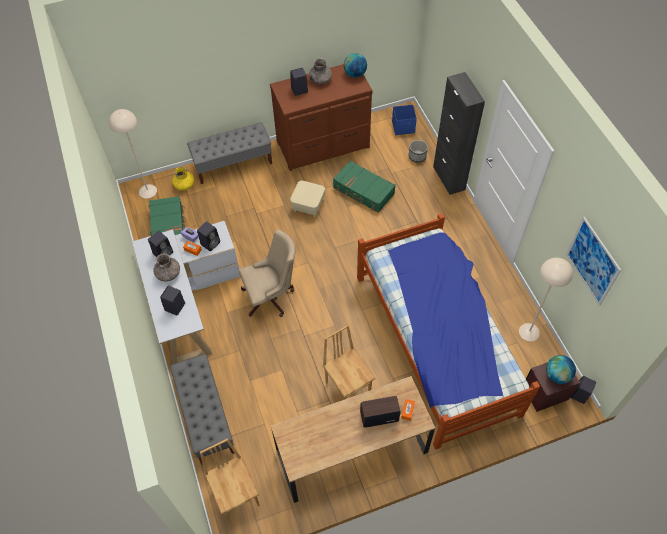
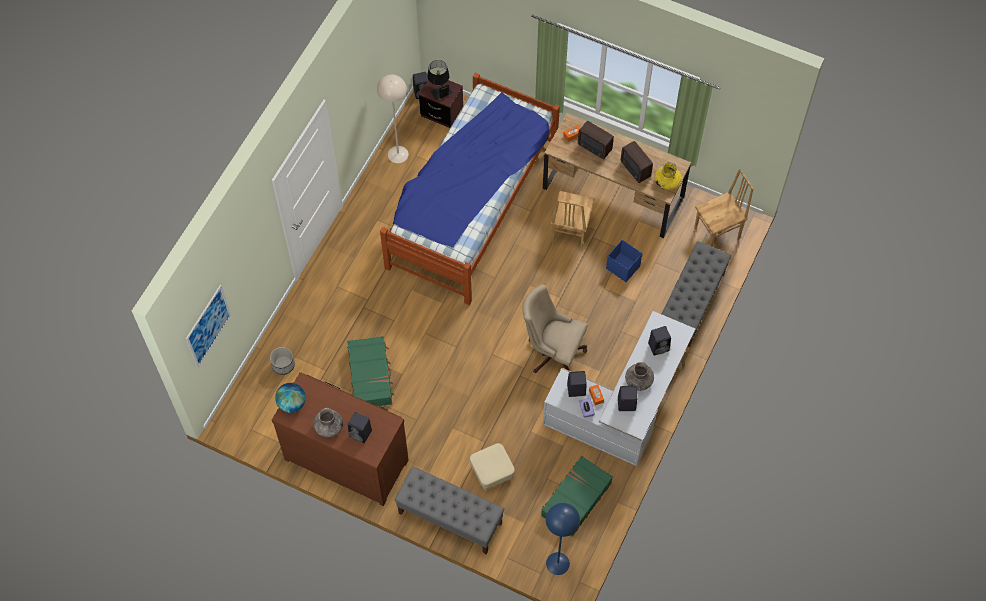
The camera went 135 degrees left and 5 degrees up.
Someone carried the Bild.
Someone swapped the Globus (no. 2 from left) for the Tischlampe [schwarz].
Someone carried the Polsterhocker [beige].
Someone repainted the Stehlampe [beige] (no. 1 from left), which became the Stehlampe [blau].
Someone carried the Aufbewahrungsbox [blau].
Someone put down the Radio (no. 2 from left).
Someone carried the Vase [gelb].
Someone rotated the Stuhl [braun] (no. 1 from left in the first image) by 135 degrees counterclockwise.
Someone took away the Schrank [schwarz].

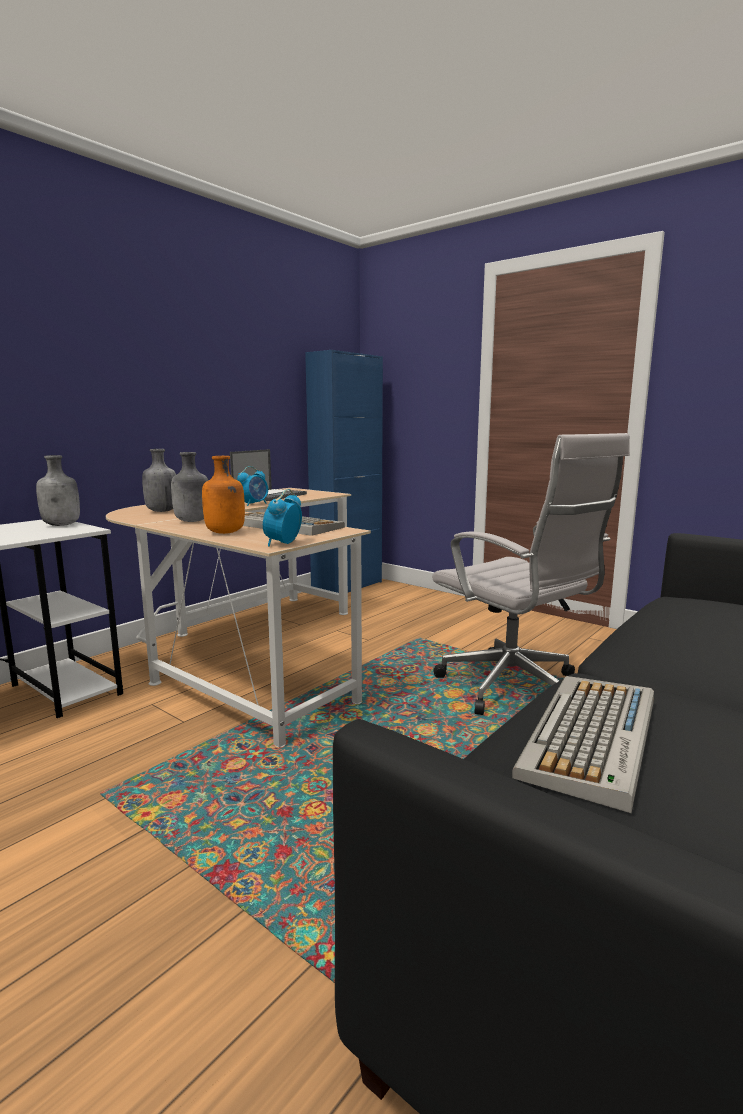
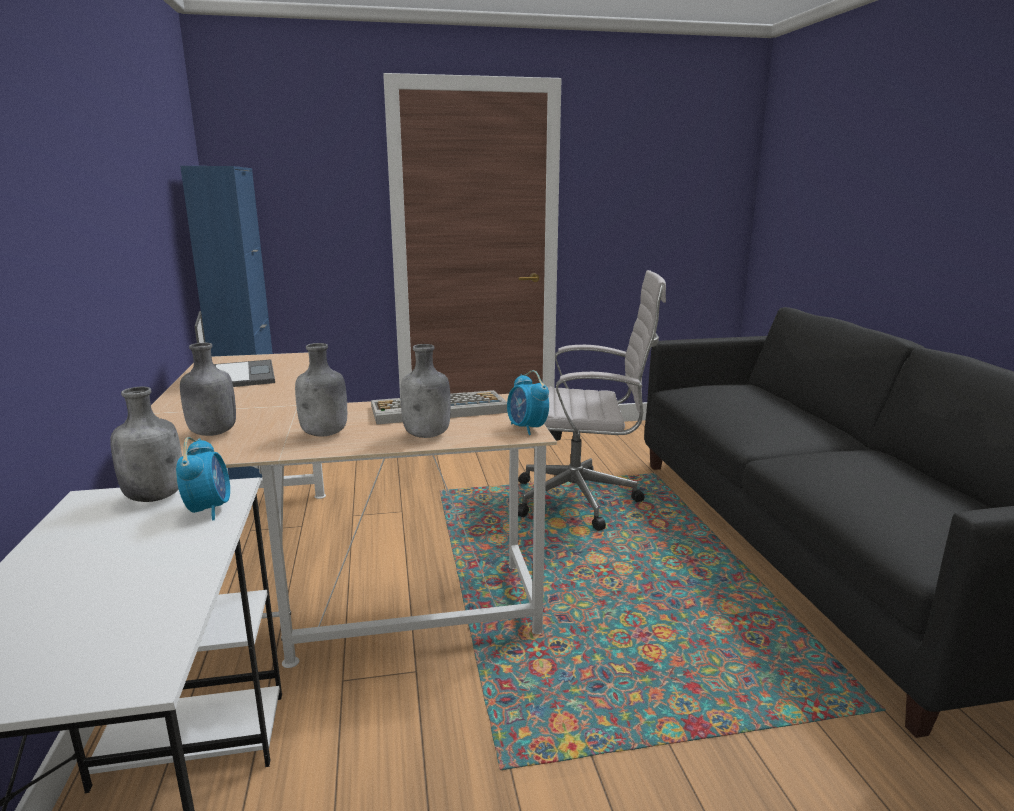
The camera went 50 degrees left and 5 degrees up.
Someone carried the Wecker (no. 1 from left).
Someone repainted the Flasche [orange], which became the Flasche [grau] (no. 4 from left).
Someone took away the Tastatur (no. 2 from left).

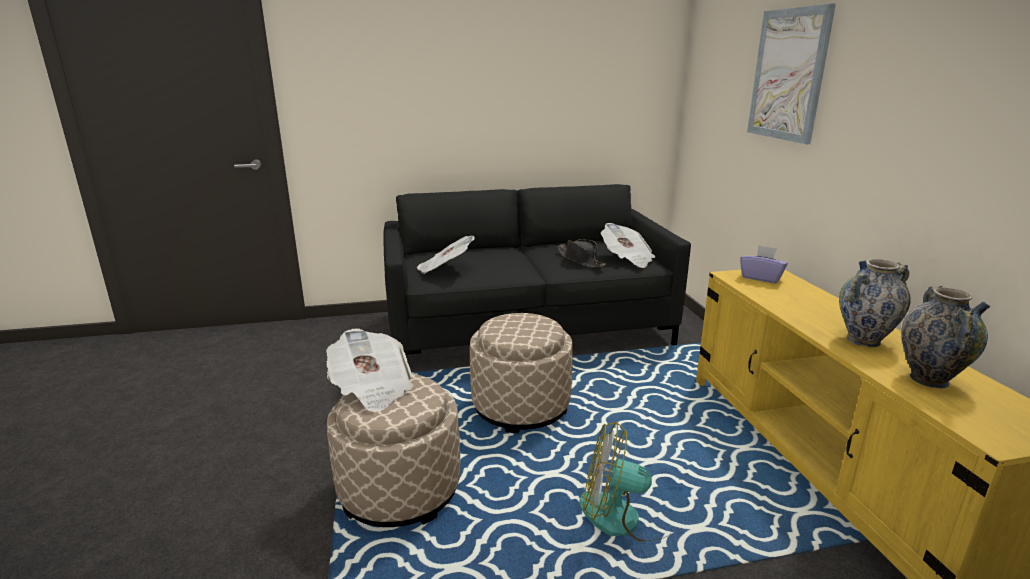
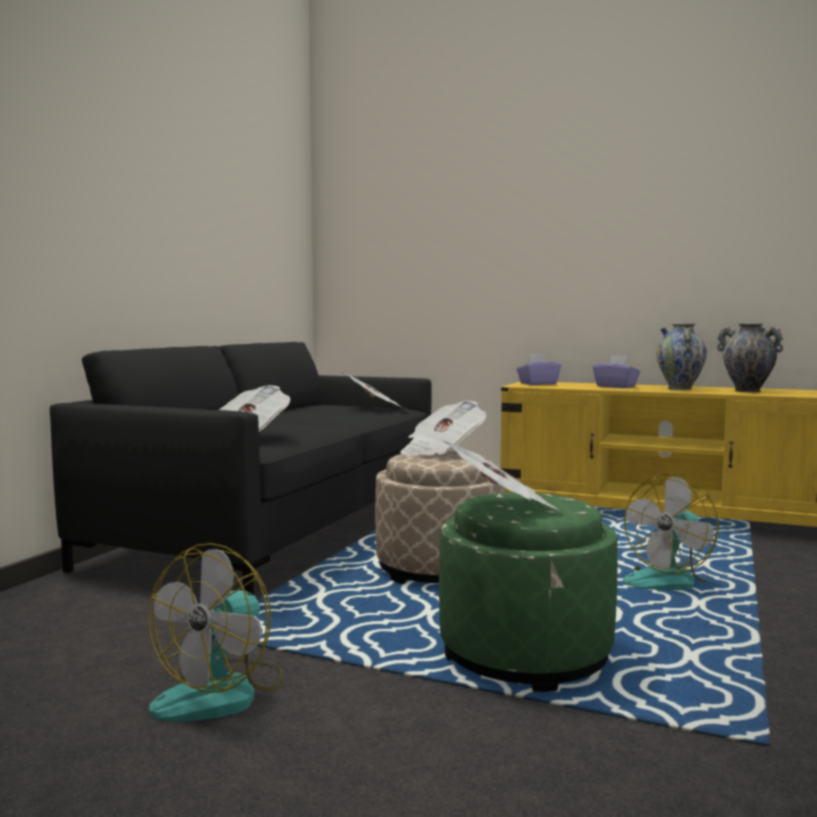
The camera went 55 degrees left and 15 degrees down.
Someone put down the Ventilator (no. 1 from left).
Someone put down the Zeitung (no. 3 from left).
Someone repainted the Polsterhocker [beige] (no. 1 from left), which became the Polsterhocker [grün].
Someone put down the Taschentuchbox [lila] (no. 2 from left).
Someone took away the Hut [schwarz].
Someone took away the Bild.

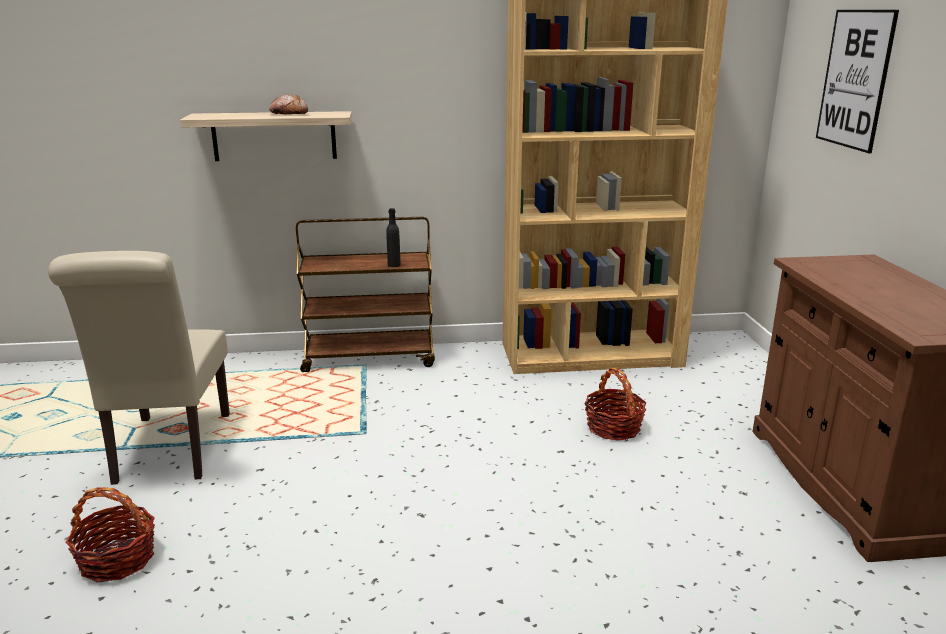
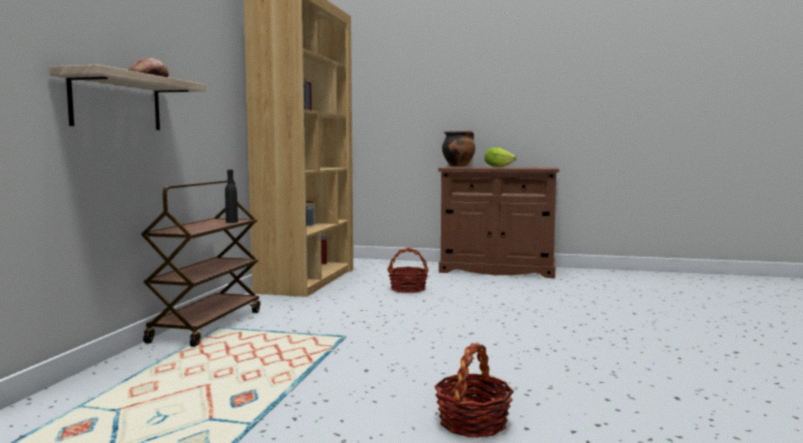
The camera went 70 degrees left and 15 degrees down.
Someone put down the Kochtopf.
Someone put down the Salatkopf.
Someone took away the Stuhl [beige].
Someone took away the Bild.

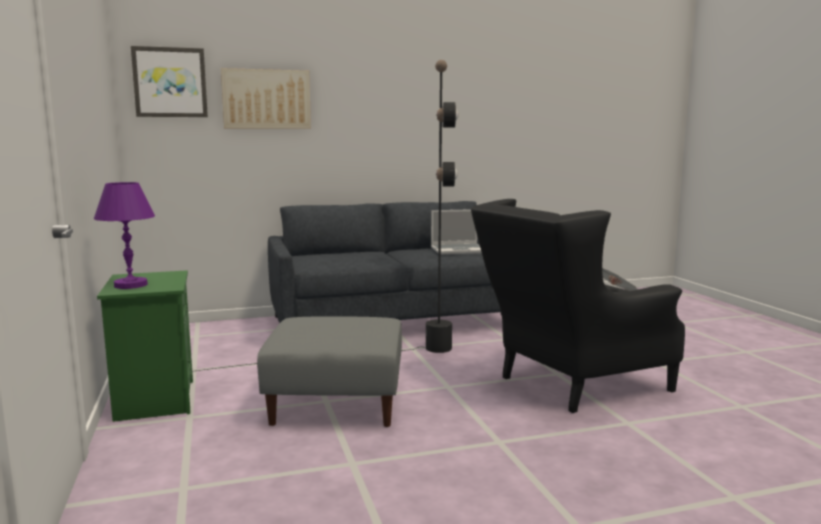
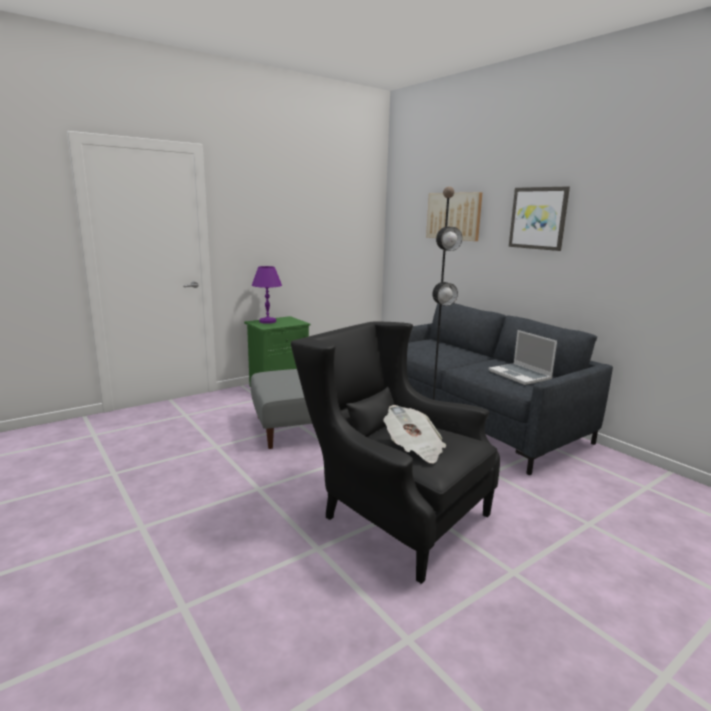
The camera went 70 degrees right and 5 degrees up.
Someone carried the Bild (no. 1 from left in the first image).

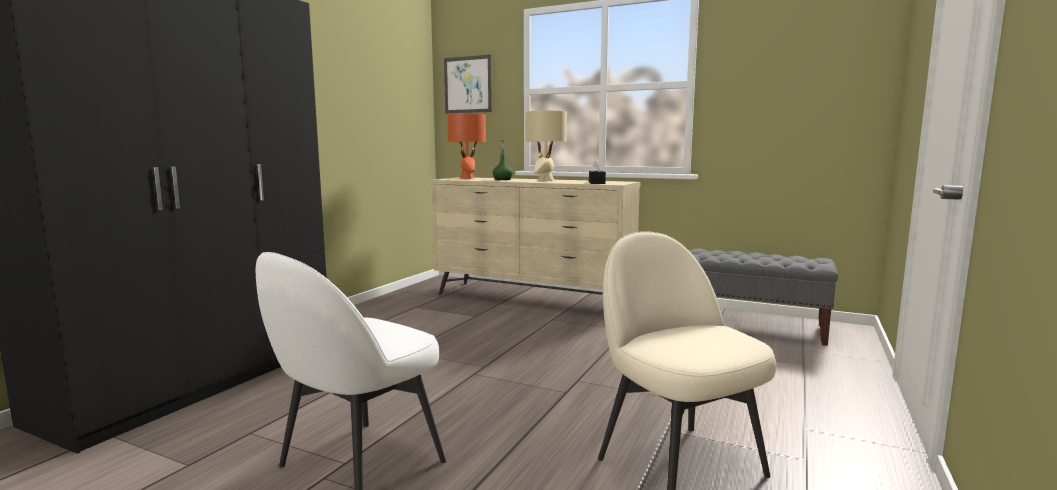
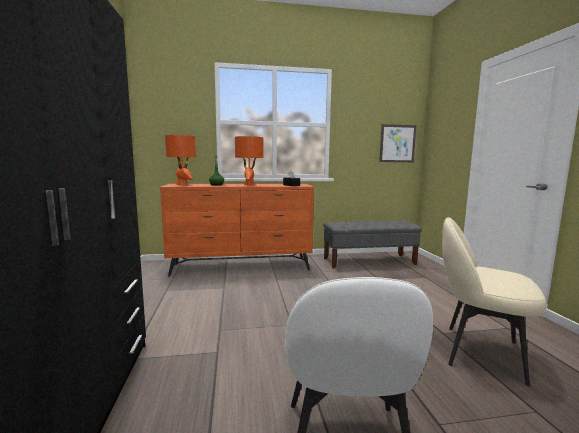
The camera went 35 degrees left and 0 degrees up.
Someone repainted the Kommode [beige], which became the Kommode [orange].
Someone repainted the Tischlampe [beige], which became the Tischlampe [orange] (no. 2 from left).
Someone carried the Bild.

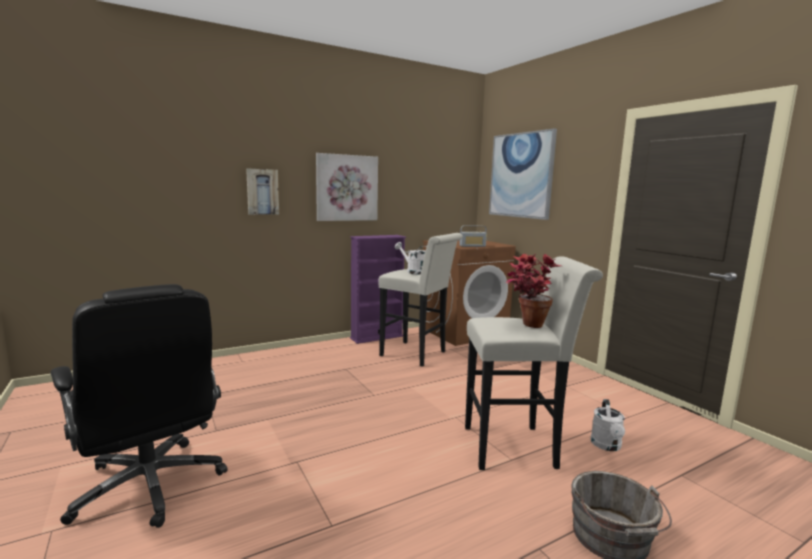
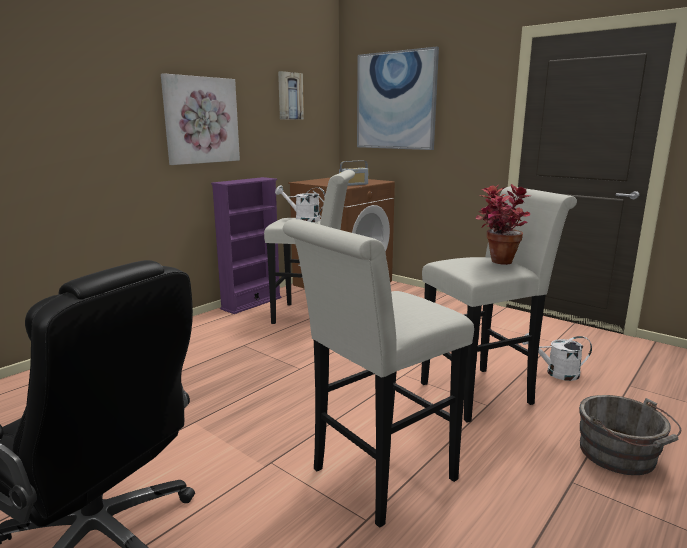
The camera went 20 degrees left and 5 degrees up.
Someone carried the Bild (no. 1 from left in the first image).
Someone put down the Hocker [weiß] (no. 2 from left).
Someone rotated the Gießkanne [weiß] (no. 2 from left) by 105 degrees clockwise.

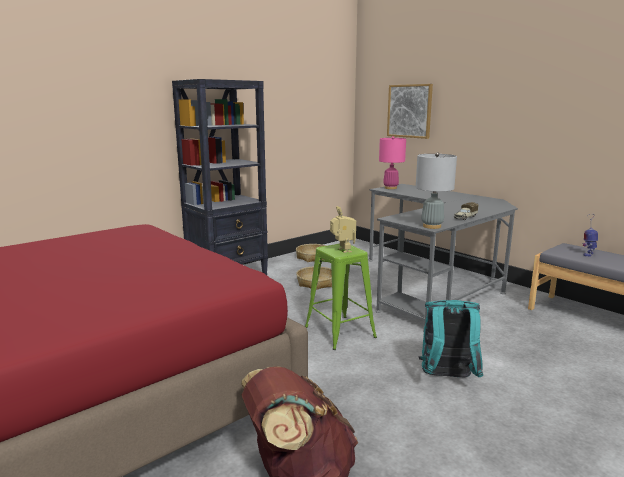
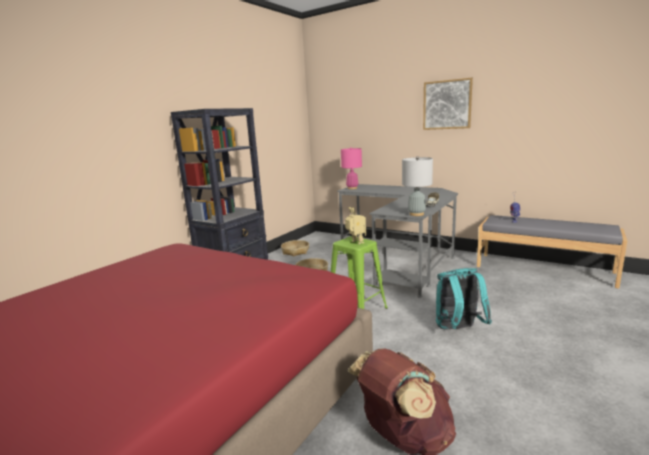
The camera went 15 degrees left and 0 degrees up.
Someone carried the Bild.

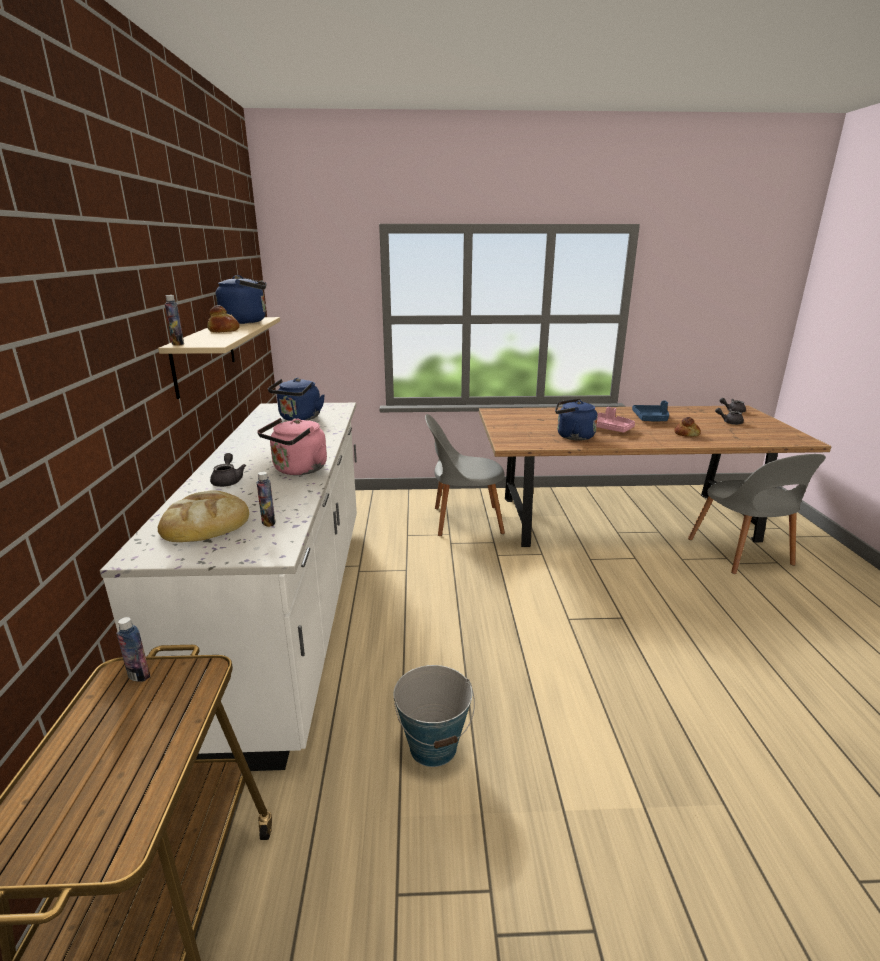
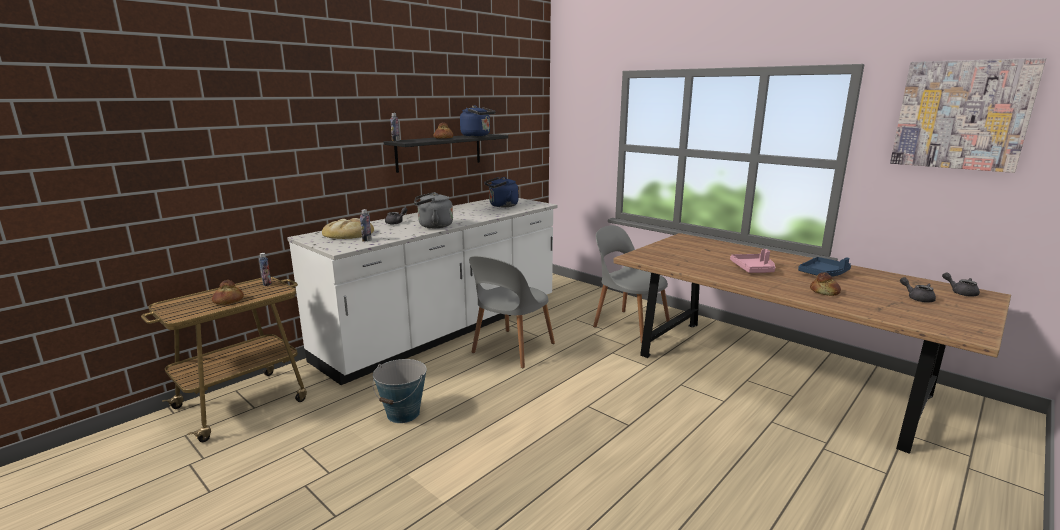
The camera went 45 degrees right and 5 degrees down.
Someone put down the Brot (no. 1 from left).
Someone repainted the Wandregal [beige], which became the Wandregal [schwarz].
Someone repainted the Wasserkessel [rosa], which became the Wasserkessel [grau].
Someone carried the Stuhl [grau] (no. 2 from left in the first image).
Someone put up the Bild.
Someone took away the Wasserkessel [blau] (no. 3 from left).

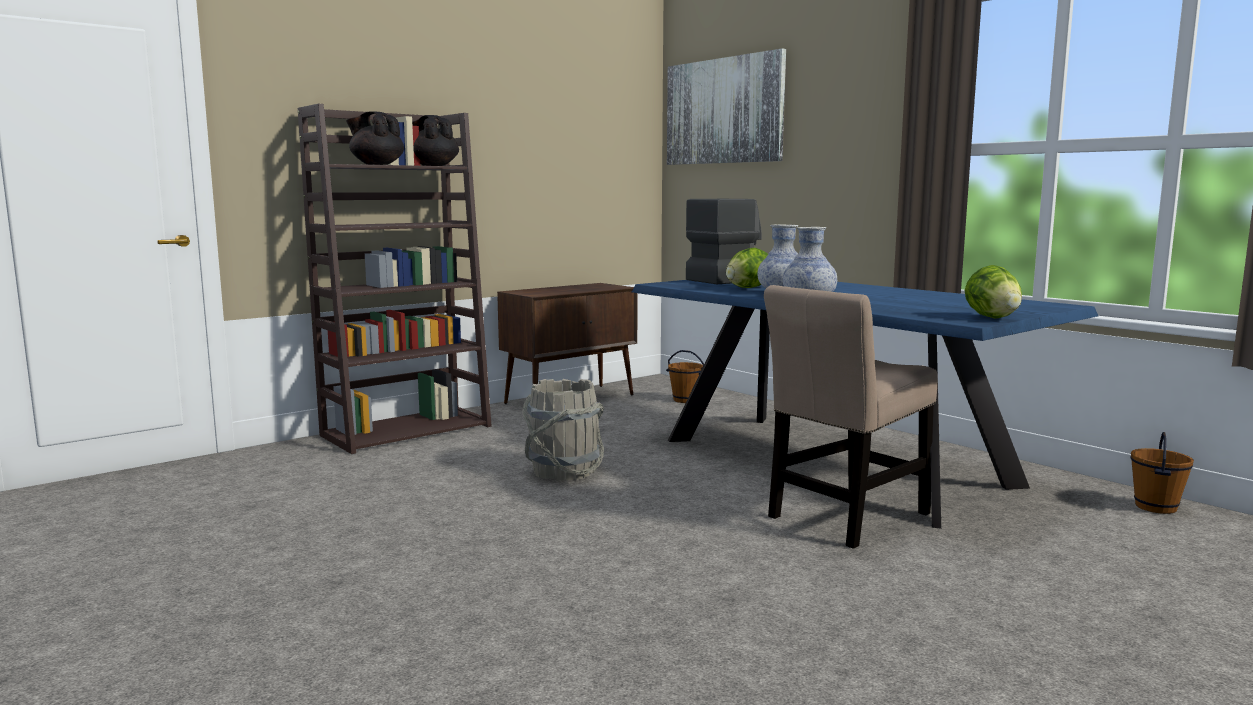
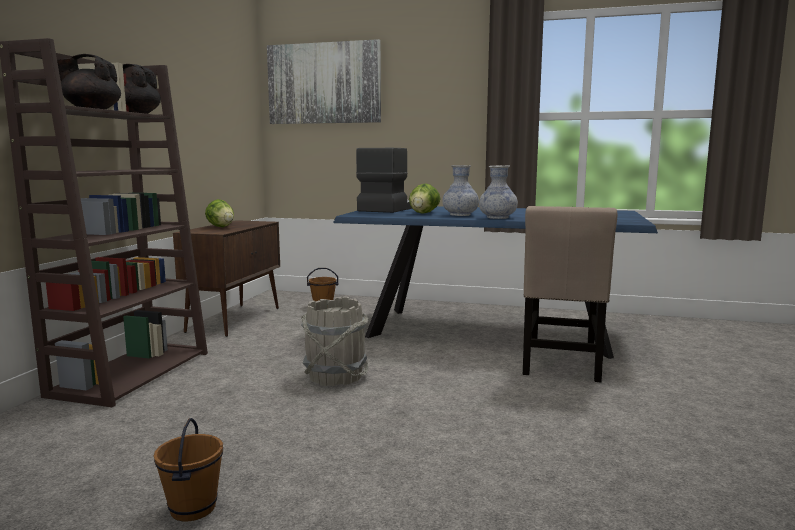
The camera went 35 degrees left and 0 degrees up.
Someone carried the Eimer [braun] (no. 2 from left in the first image).
Someone carried the Salatkopf (no. 2 from left in the first image).

